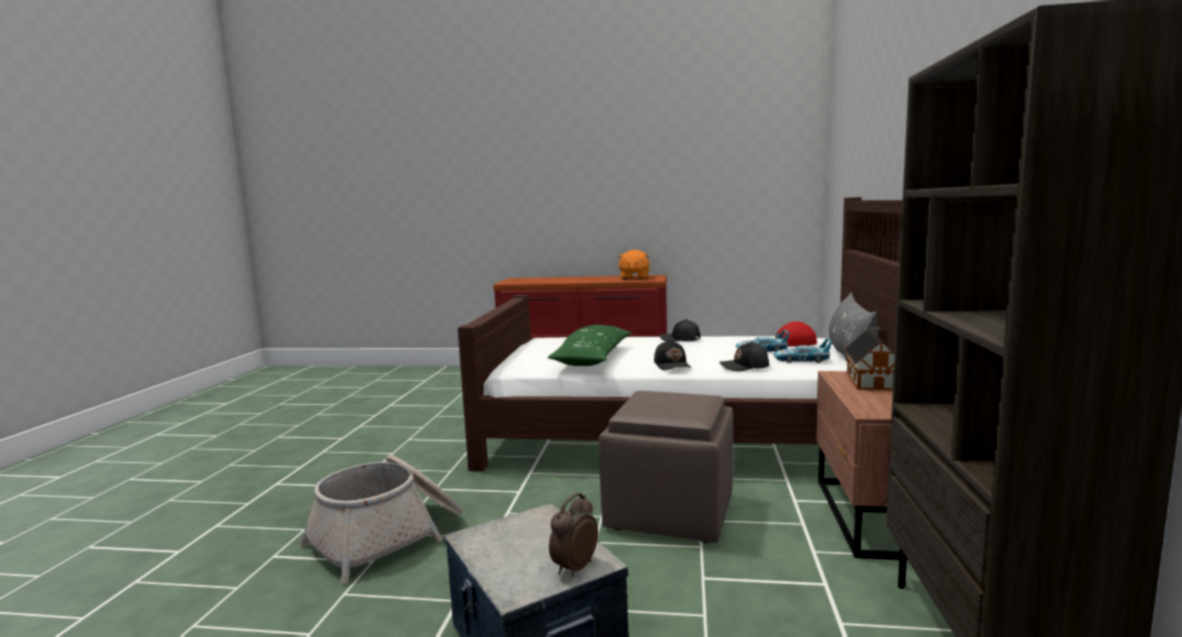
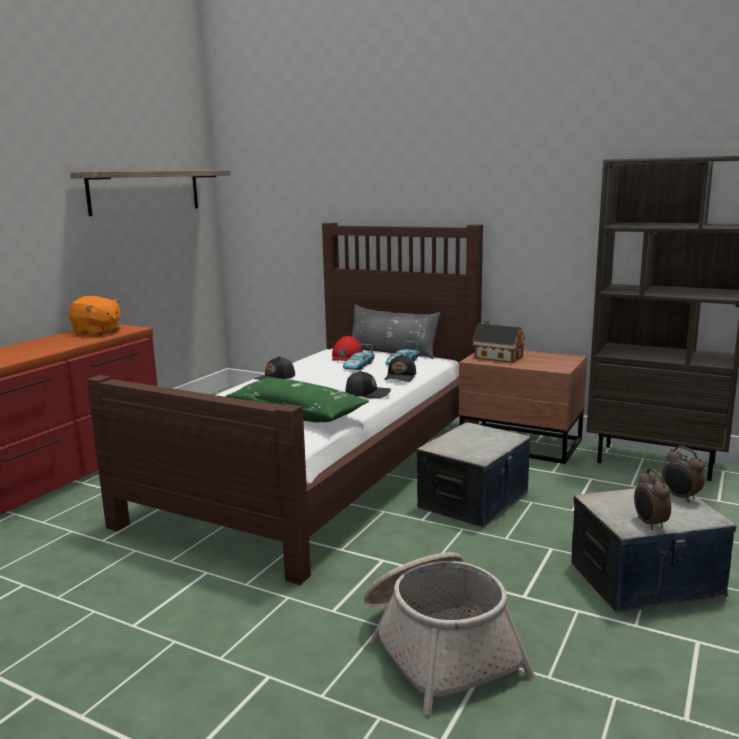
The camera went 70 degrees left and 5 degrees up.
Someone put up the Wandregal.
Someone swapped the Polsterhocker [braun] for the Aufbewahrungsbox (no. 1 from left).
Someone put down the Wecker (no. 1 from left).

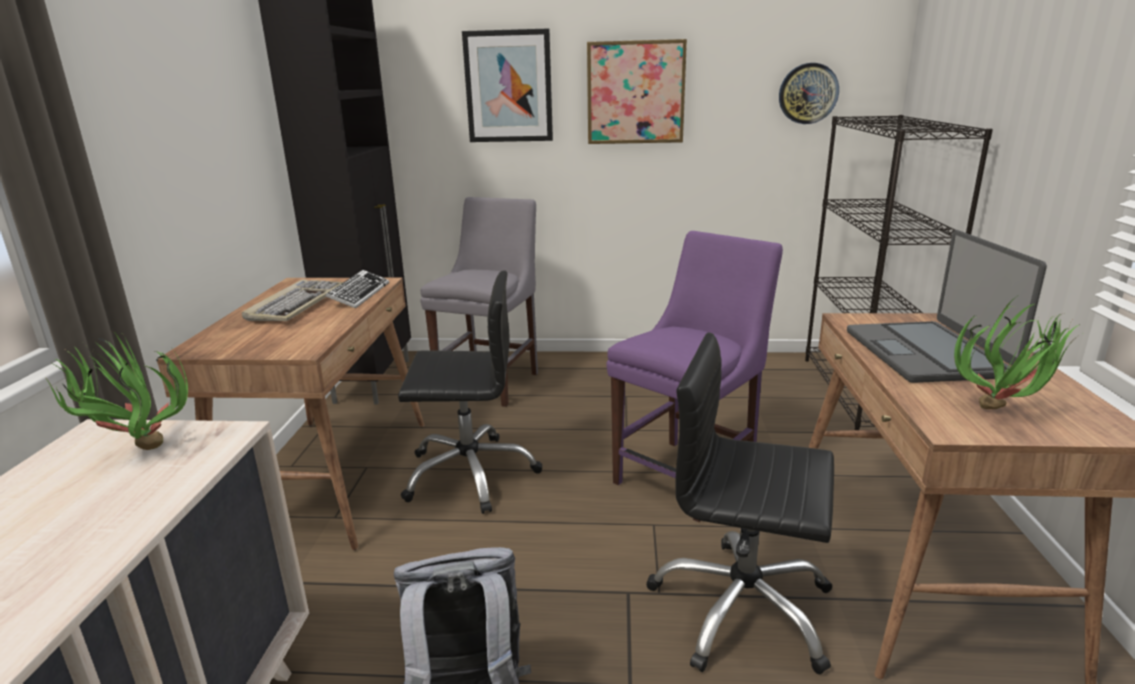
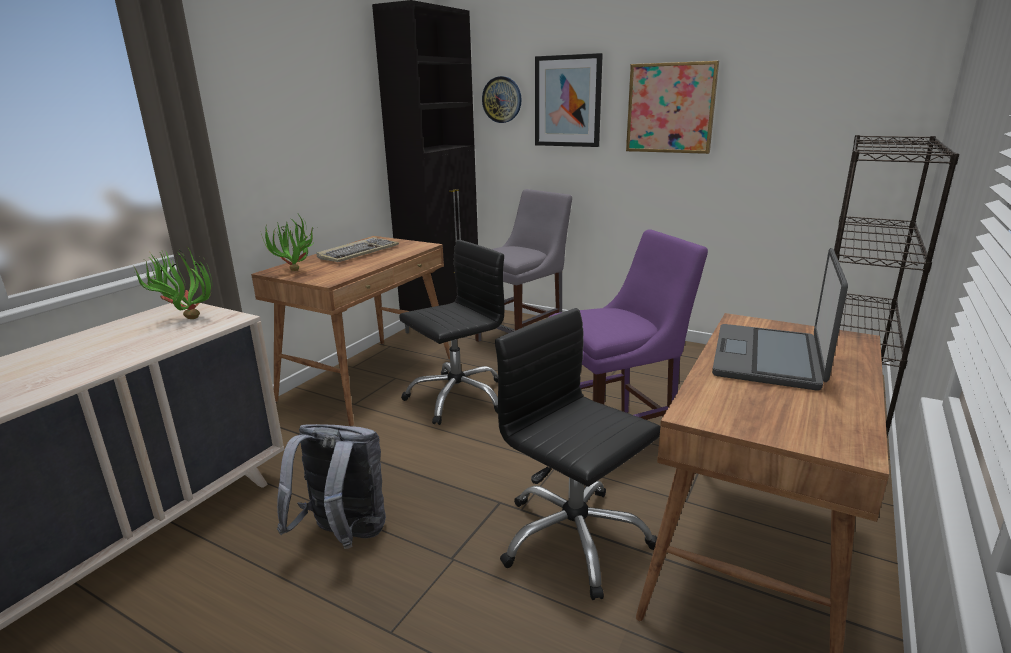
The camera went 25 degrees right and 0 degrees up.
Someone carried the Topfpflanze (no. 2 from left).
Someone rotated the Bürostuhl [schwarz] (no. 1 from left) by 60 degrees counterclockwise.
Someone carried the Wanduhr.
Someone took away the Tastatur (no. 2 from left).

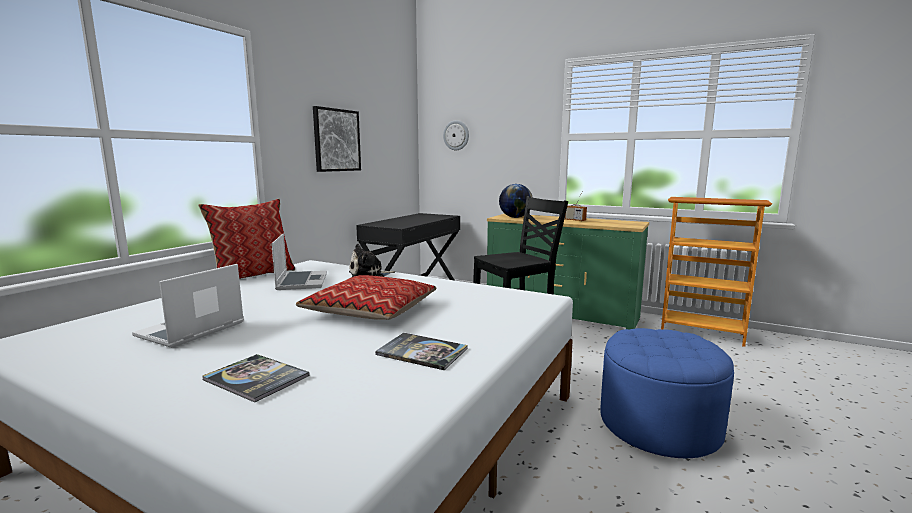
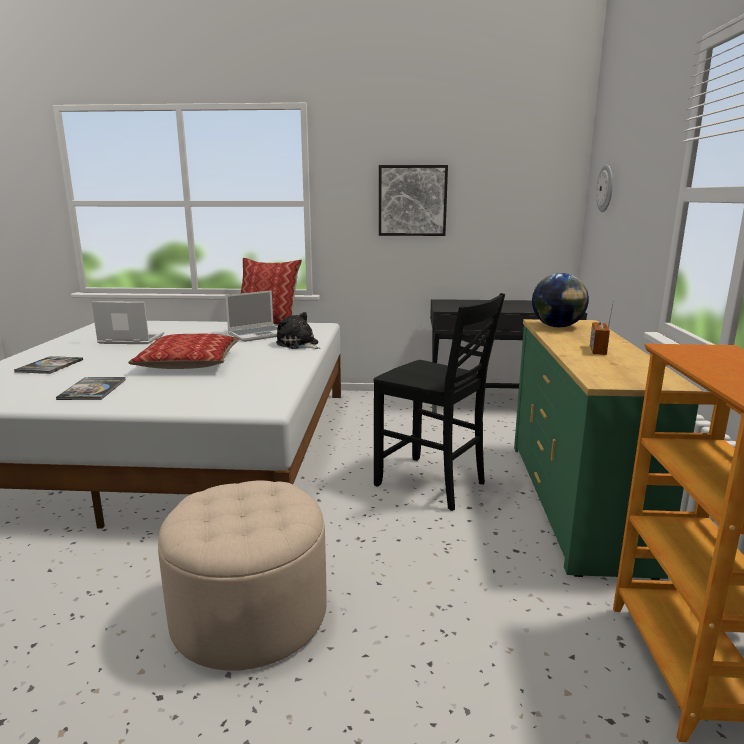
The camera went 65 degrees right and 5 degrees up.
Someone repainted the Polsterhocker [blau], which became the Polsterhocker [beige].

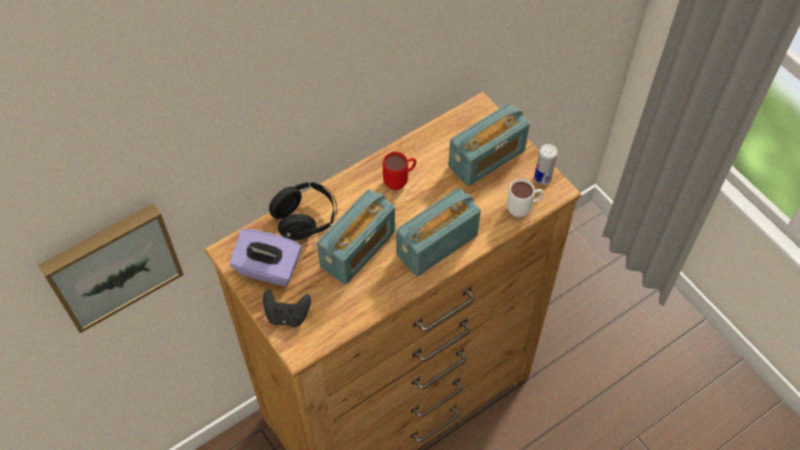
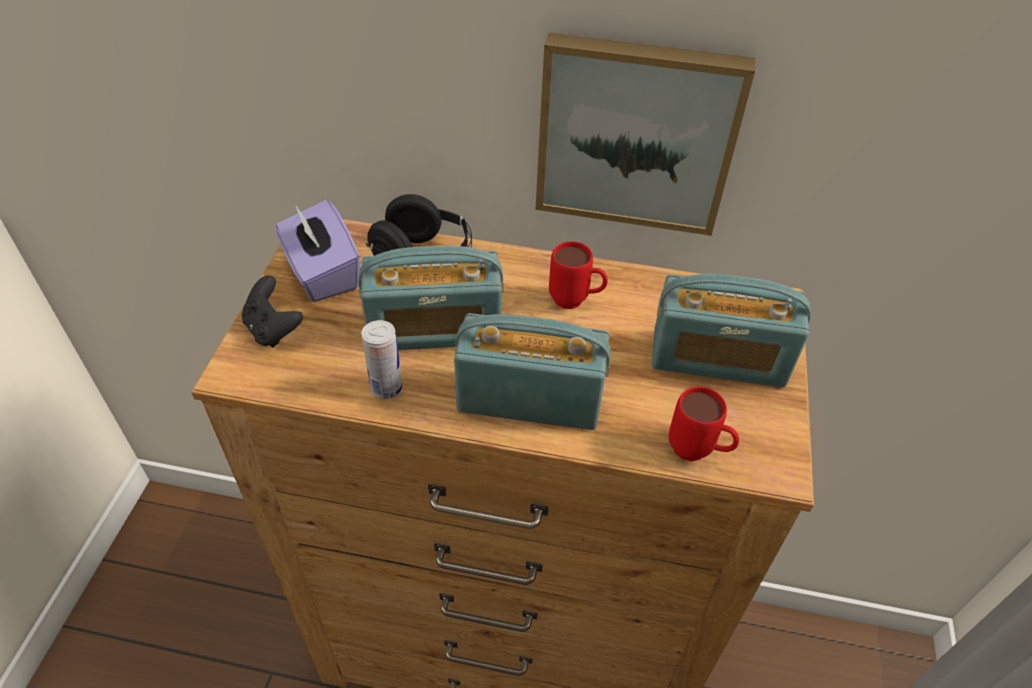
The camera went 45 degrees right and 10 degrees down.
Someone carried the Dose.
Someone carried the Bild.
Someone repainted the Henkelbecher [weiß], which became the Henkelbecher [rot] (no. 2 from left).

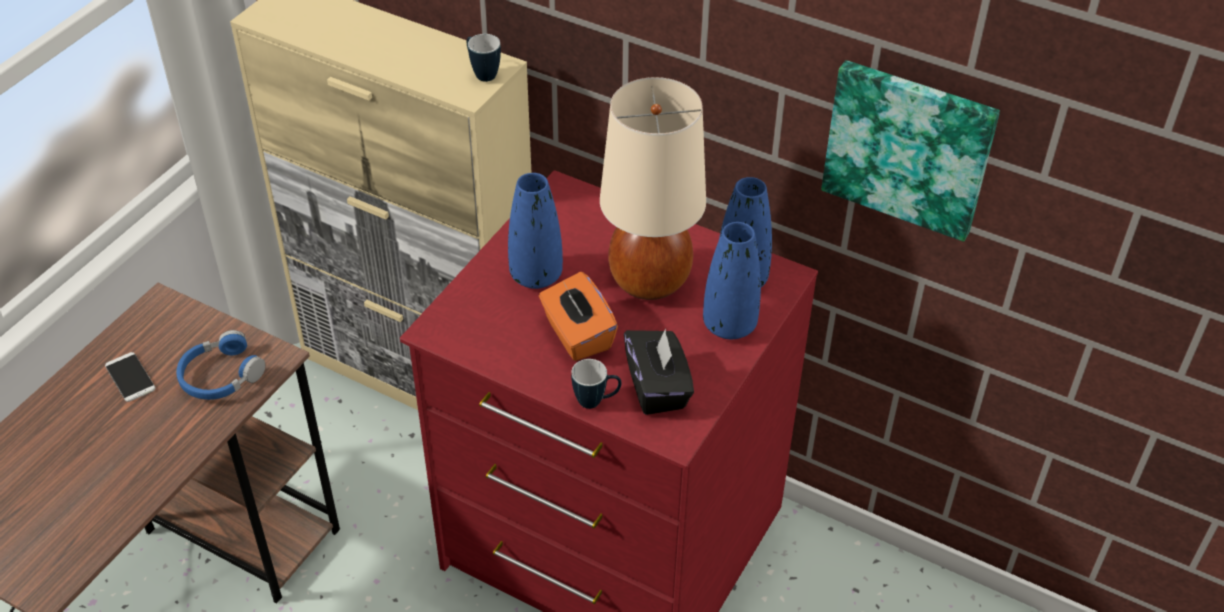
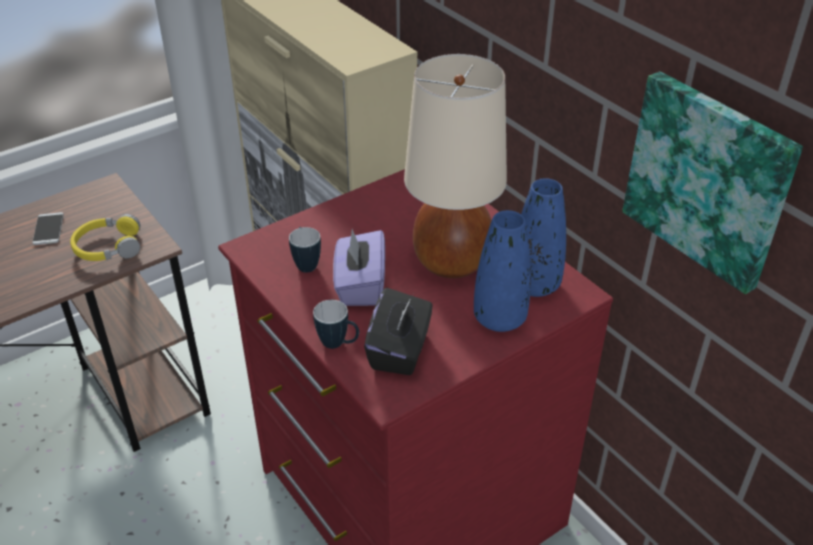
The camera went 25 degrees right and 5 degrees down.
Someone repainted the Kopfhörer [blau], which became the Kopfhörer [gelb].
Someone carried the Henkelbecher (no. 1 from left).
Someone repainted the Taschentuchbox [orange], which became the Taschentuchbox [lila].
Someone took away the Vase [blau] (no. 1 from left).

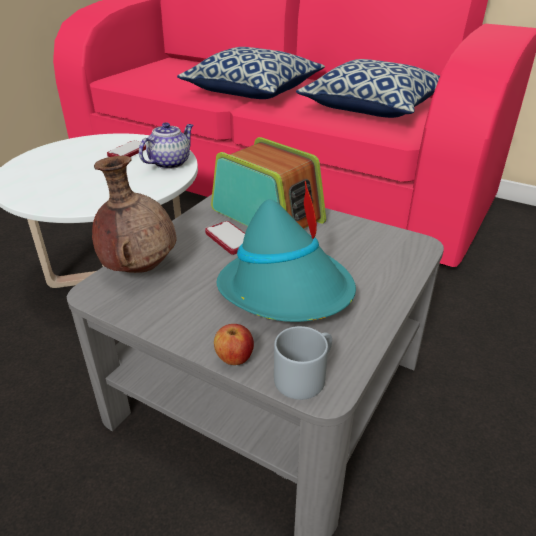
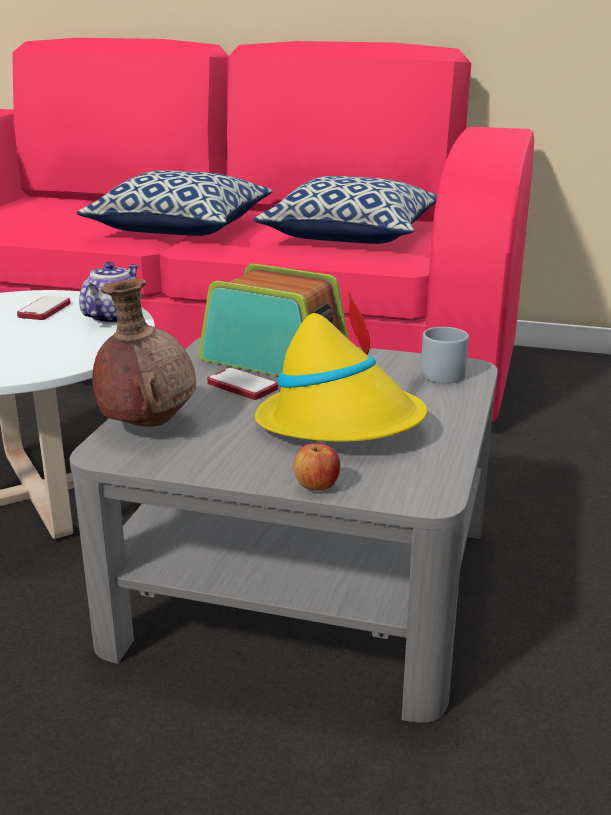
The camera went 15 degrees left and 10 degrees down.
Someone repainted the Hut [türkis], which became the Hut [gelb].
Someone carried the Henkelbecher [grau].

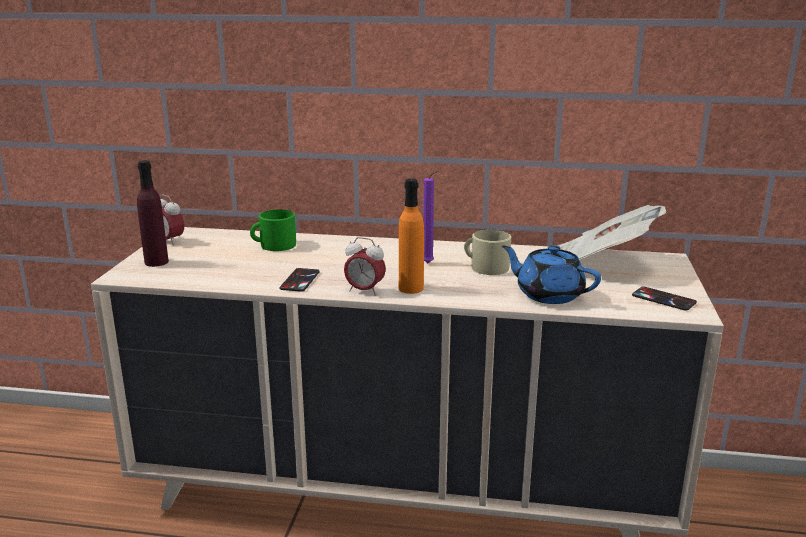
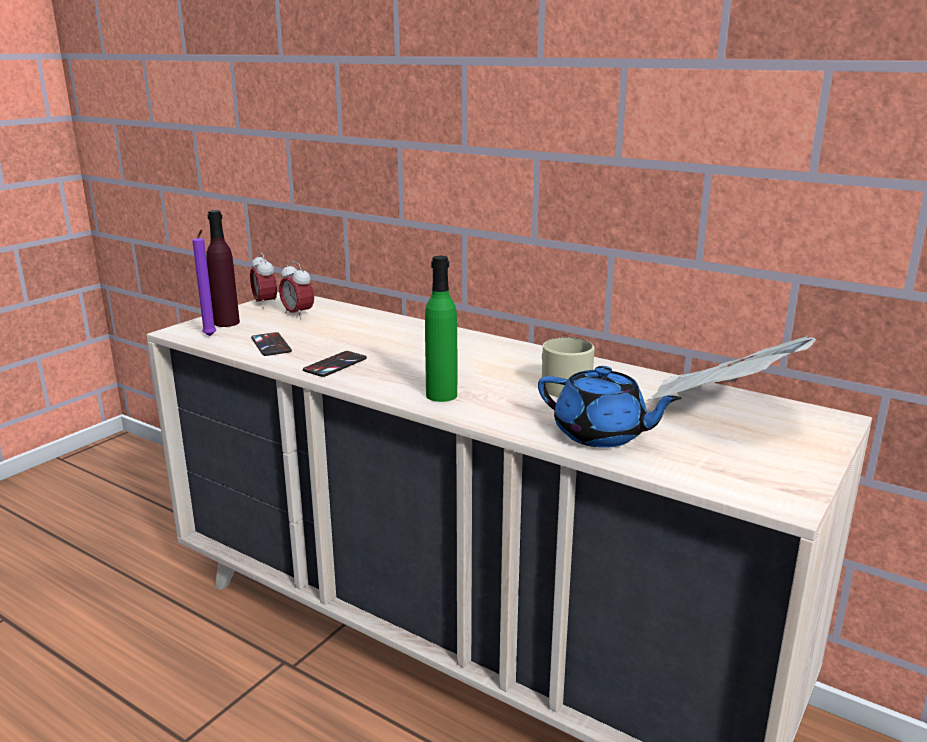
The camera went 25 degrees right and 0 degrees up.
Someone carried the Kerze [lila].
Someone carried the Handy (no. 2 from left in the first image).
Someone carried the Wecker (no. 2 from left).
Someone repainted the Flasche [orange], which became the Flasche [grün].
Someone rotated the Teekanne [blau] by 150 degrees clockwise.
Someone took away the Henkelbecher [grün].

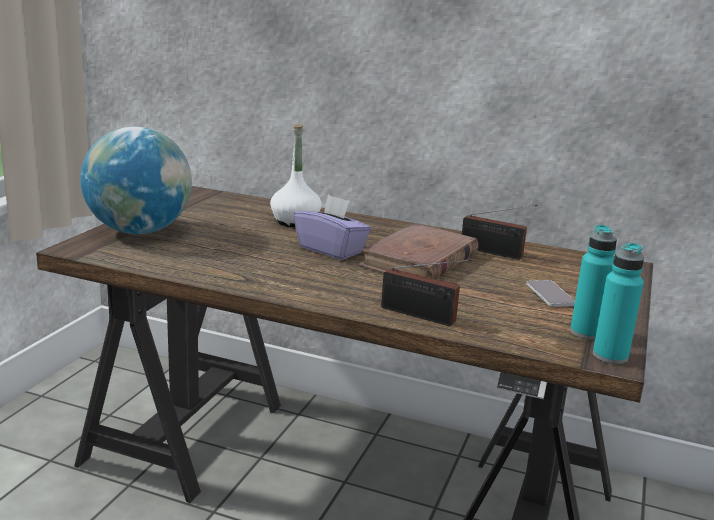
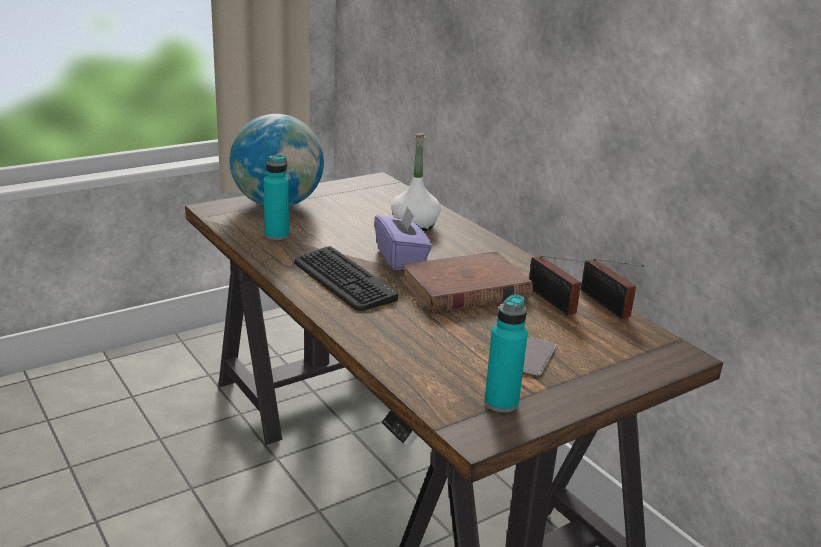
The camera went 35 degrees right and 5 degrees up.
Someone carried the Flasche [türkis] (no. 2 from left in the first image).
Someone put down the Tastatur.
Someone carried the Radio (no. 1 from left in the first image).

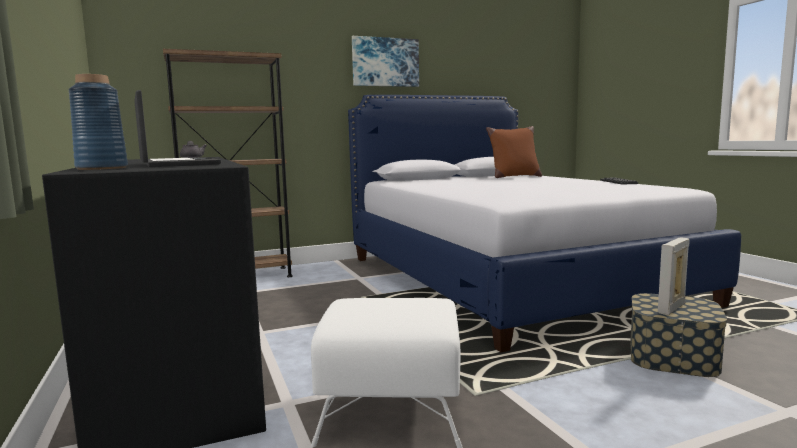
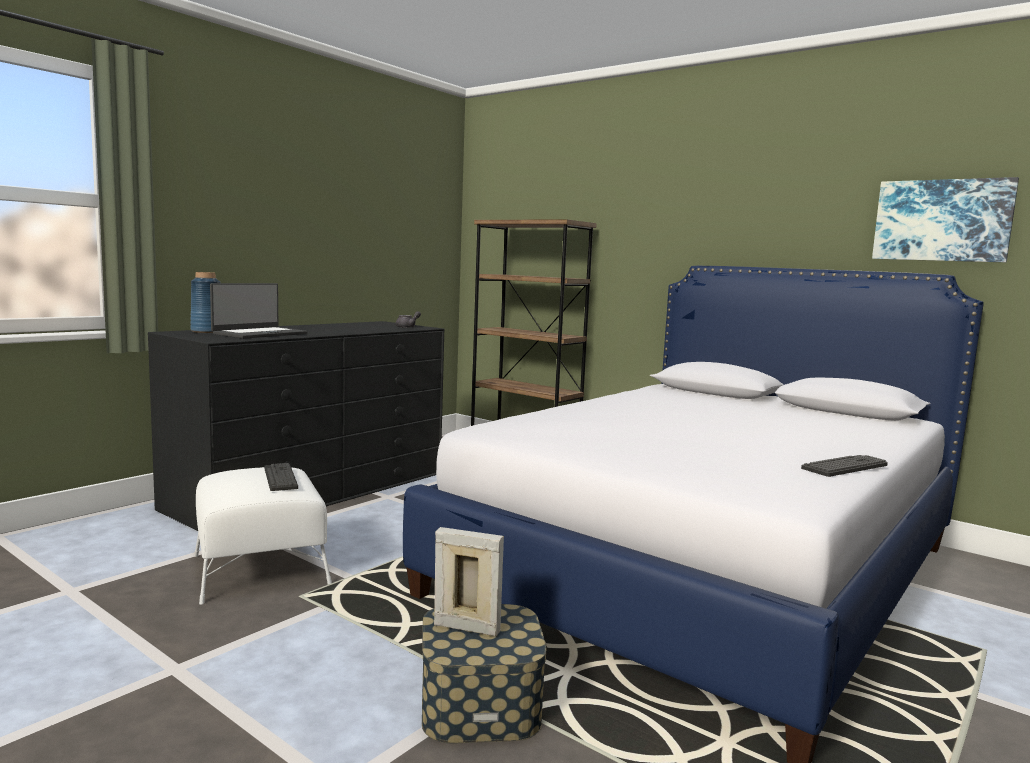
The camera went 60 degrees right and 0 degrees up.
Someone put down the Tastatur (no. 1 from left).
Someone carried the Bild.
Someone took away the Kissen [braun].

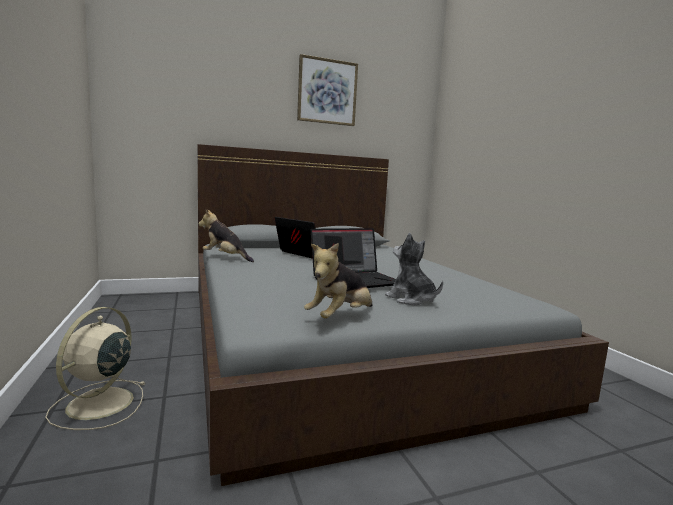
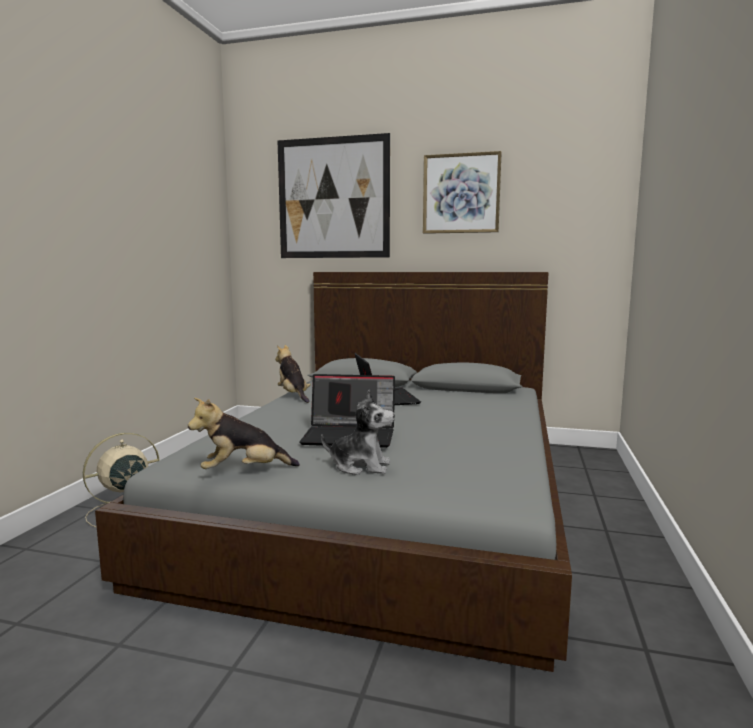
The camera went 35 degrees right and 0 degrees up.
Someone put up the Bild (no. 1 from left).
Someone rotated the Plüschtier (no. 3 from left) by 105 degrees clockwise.

